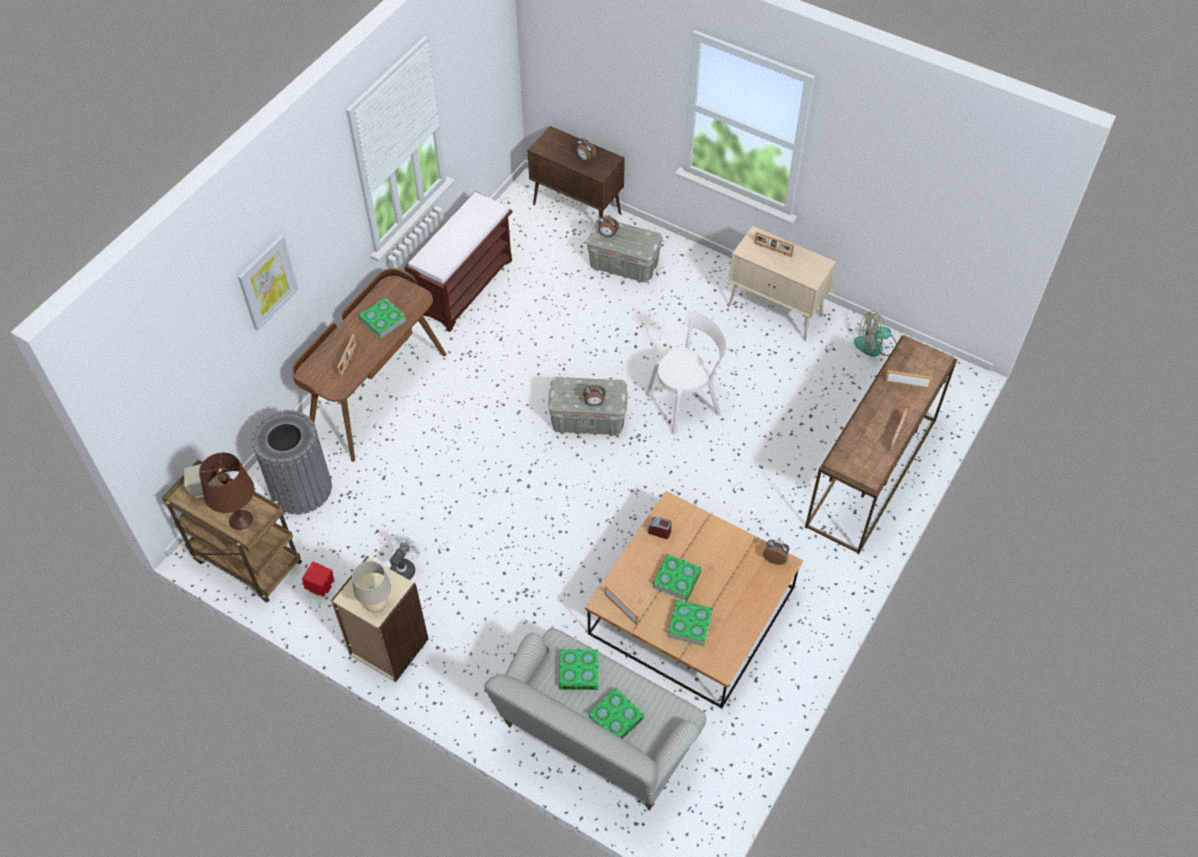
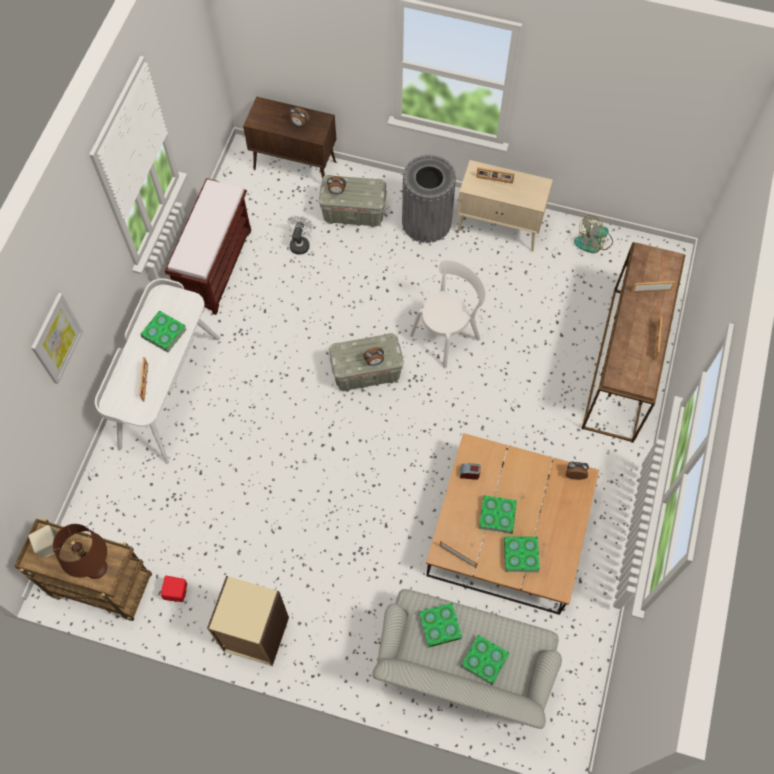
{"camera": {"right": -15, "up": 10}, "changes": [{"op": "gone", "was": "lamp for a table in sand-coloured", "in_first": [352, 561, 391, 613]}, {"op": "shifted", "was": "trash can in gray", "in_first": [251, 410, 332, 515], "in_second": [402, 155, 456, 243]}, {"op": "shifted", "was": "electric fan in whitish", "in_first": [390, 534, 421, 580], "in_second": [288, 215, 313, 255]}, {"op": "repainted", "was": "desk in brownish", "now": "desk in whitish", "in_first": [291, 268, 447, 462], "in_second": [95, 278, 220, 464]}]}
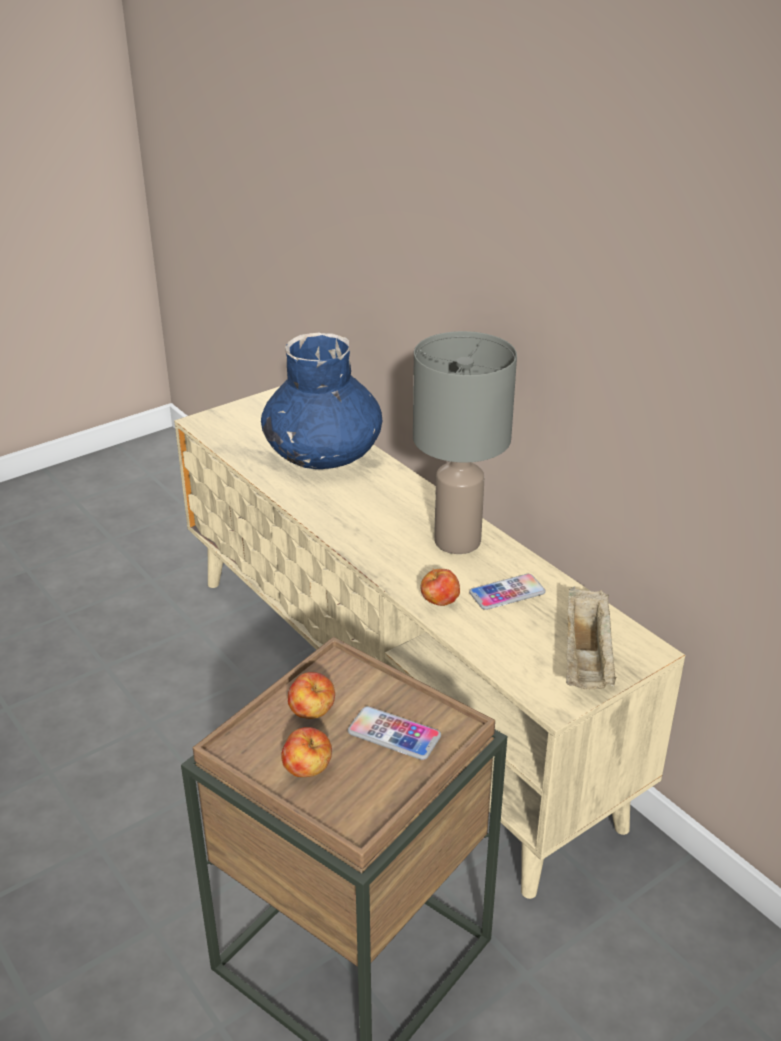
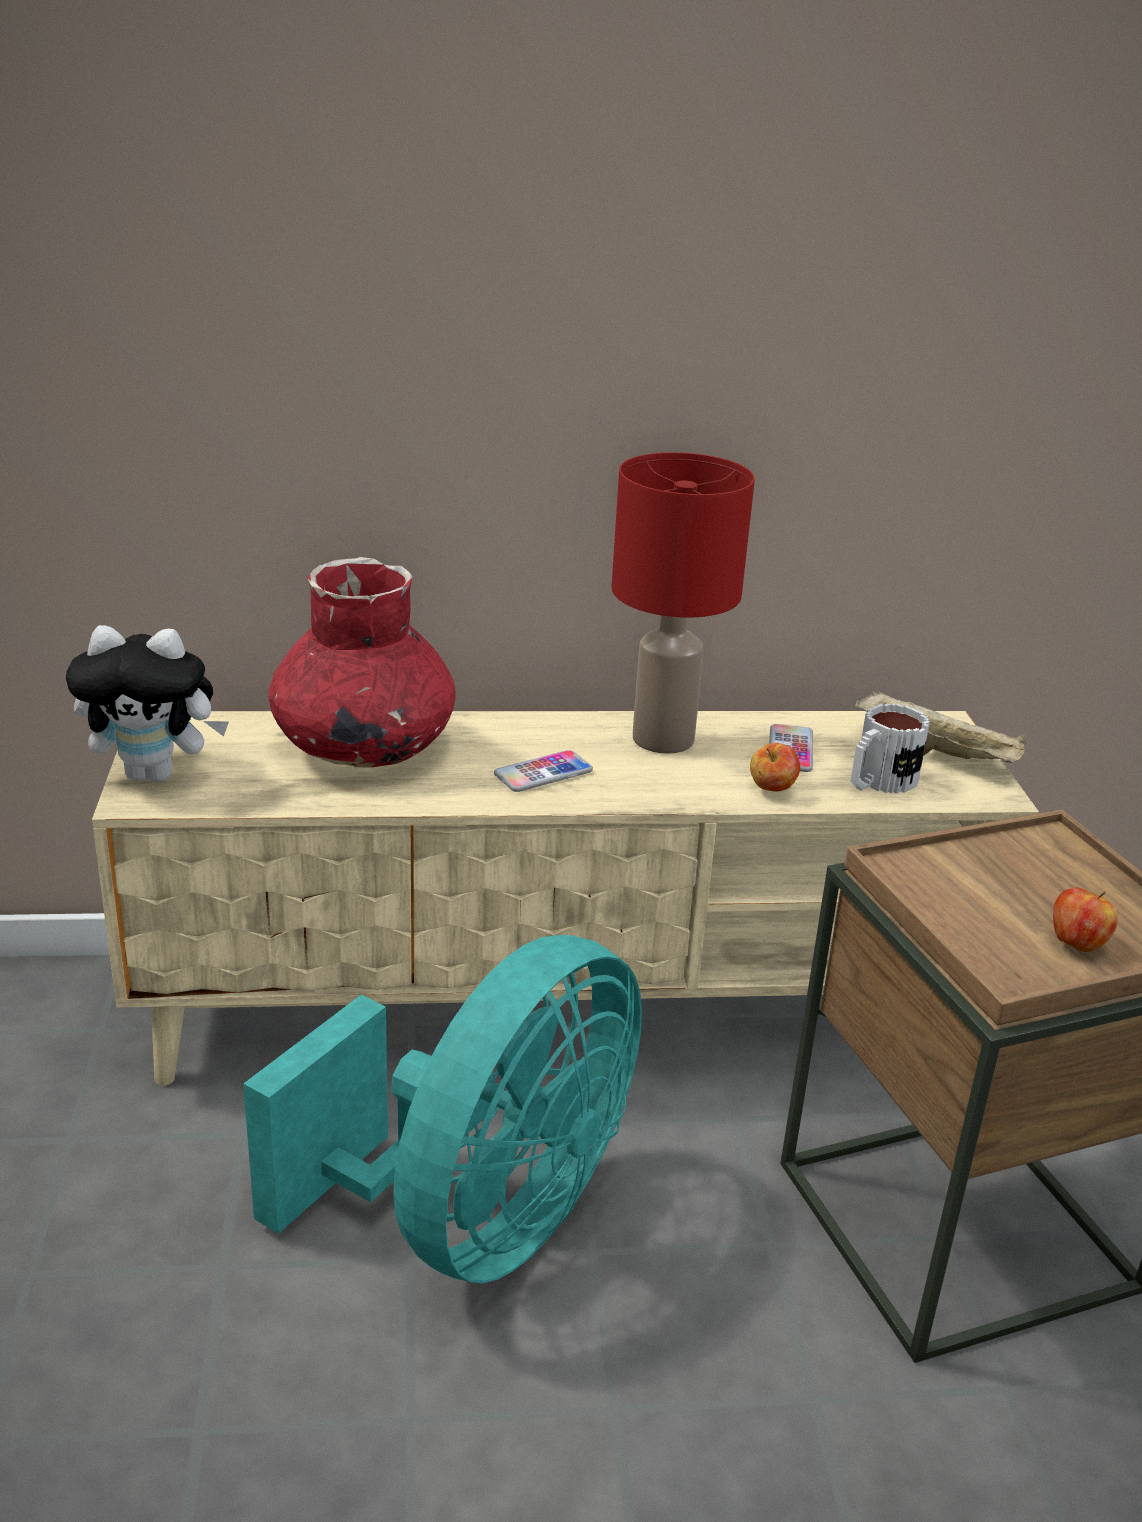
{"camera": {"right": -60, "up": -5}, "changes": [{"op": "gone", "was": "apple fruit", "in_first": [288, 672, 335, 719]}, {"op": "new", "now": "cuddly toy", "in_second": [66, 625, 229, 783]}, {"op": "new", "now": "electric fan in blue-green", "in_second": [243, 935, 642, 1283]}, {"op": "new", "now": "mug", "in_second": [850, 703, 930, 794]}, {"op": "shifted", "was": "telephone", "in_first": [348, 706, 441, 760], "in_second": [494, 750, 593, 792]}, {"op": "repainted", "was": "decorative vase in blue-coloured", "now": "decorative vase in reddish", "in_first": [261, 333, 383, 469], "in_second": [269, 557, 456, 767]}, {"op": "repainted", "was": "lamp for a table in gray", "now": "lamp for a table in reddish", "in_first": [413, 331, 517, 554], "in_second": [611, 452, 755, 754]}]}
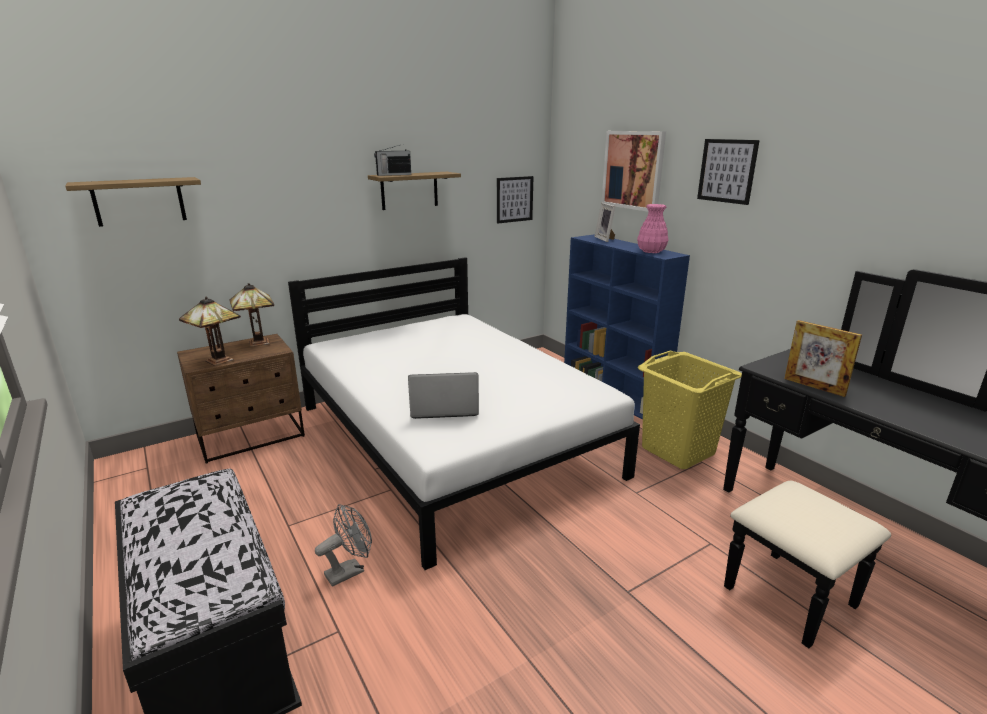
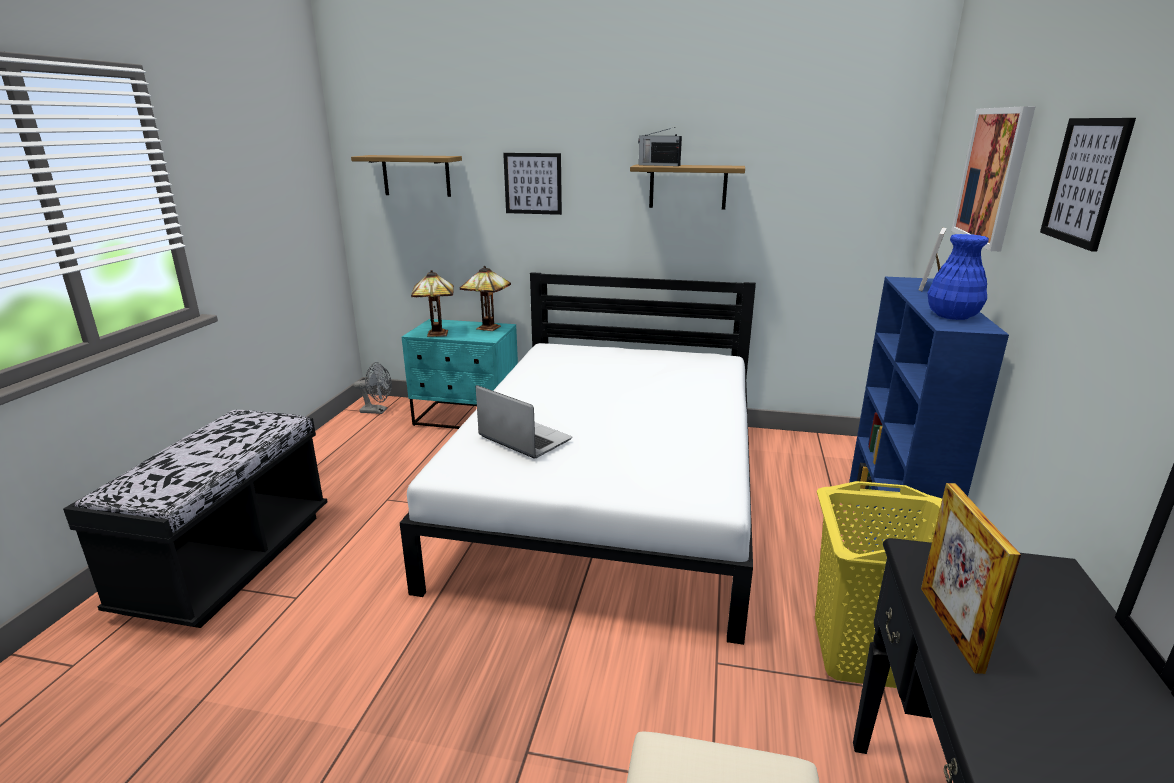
{"camera": {"right": 45, "up": 0}, "changes": [{"op": "shifted", "was": "electric fan in gray", "in_first": [315, 504, 372, 587], "in_second": [353, 362, 392, 414]}, {"op": "shifted", "was": "wall art", "in_first": [497, 176, 534, 224], "in_second": [503, 153, 562, 215]}, {"op": "repainted", "was": "night table in brownish", "now": "night table in blue-green", "in_first": [177, 334, 305, 463], "in_second": [402, 319, 518, 429]}, {"op": "repainted", "was": "decorative vase in pink", "now": "decorative vase in blue-coloured", "in_first": [637, 204, 668, 253], "in_second": [928, 234, 989, 320]}]}
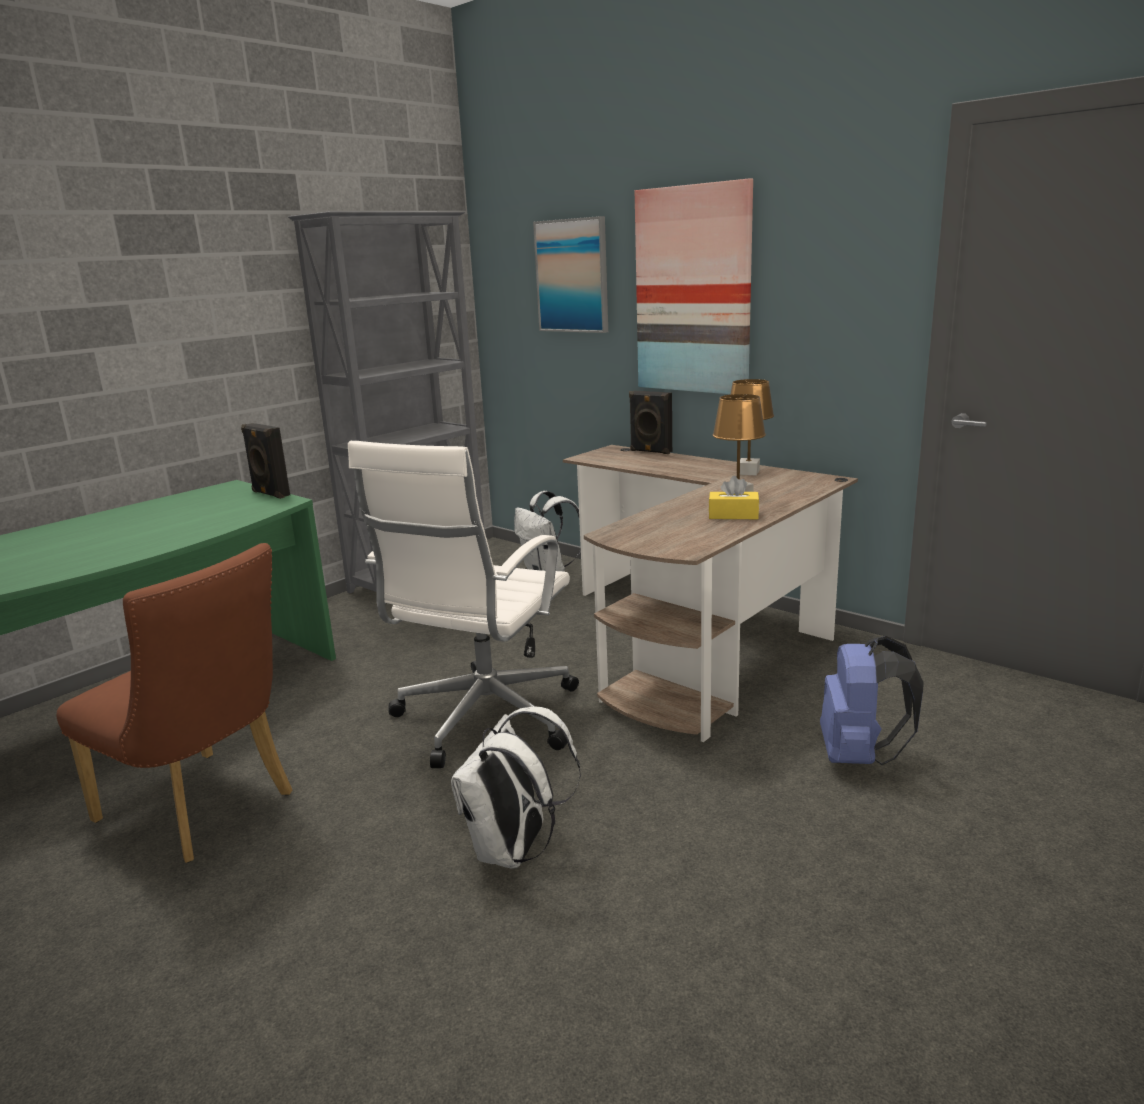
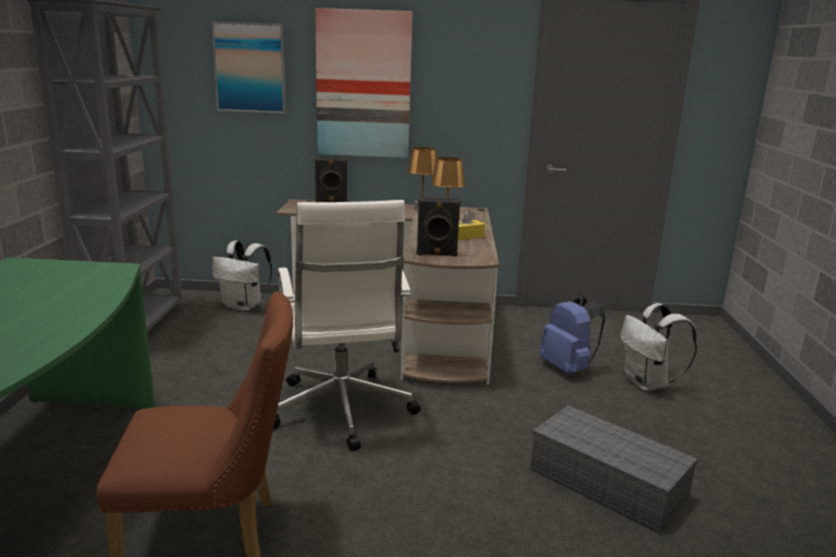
{"camera": {"right": -40, "up": 0}, "changes": [{"op": "new", "now": "storage bin in gray", "in_second": [530, 406, 698, 534]}, {"op": "shifted", "was": "speaker in black-coloured", "in_first": [241, 423, 290, 499], "in_second": [416, 197, 461, 256]}, {"op": "shifted", "was": "knapsack in whitish", "in_first": [451, 706, 581, 869], "in_second": [621, 303, 697, 391]}]}
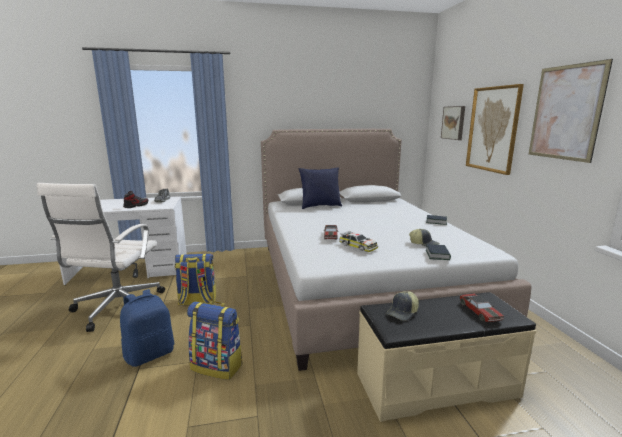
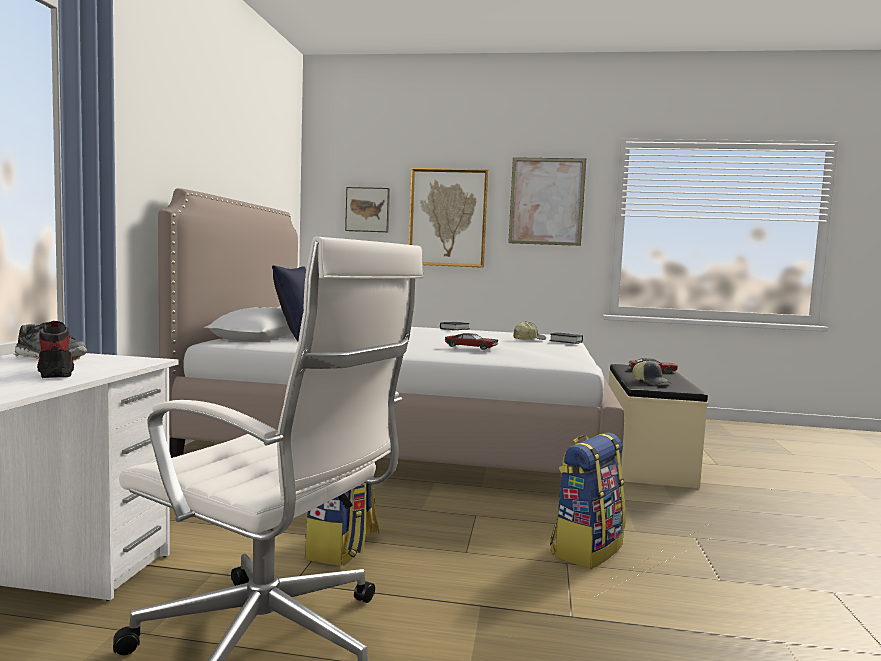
{"camera": {"right": -70, "up": -10}, "changes": [{"op": "gone", "was": "knapsack in blue-coloured", "in_first": [120, 289, 174, 367]}, {"op": "gone", "was": "toy car", "in_first": [340, 231, 378, 252]}]}
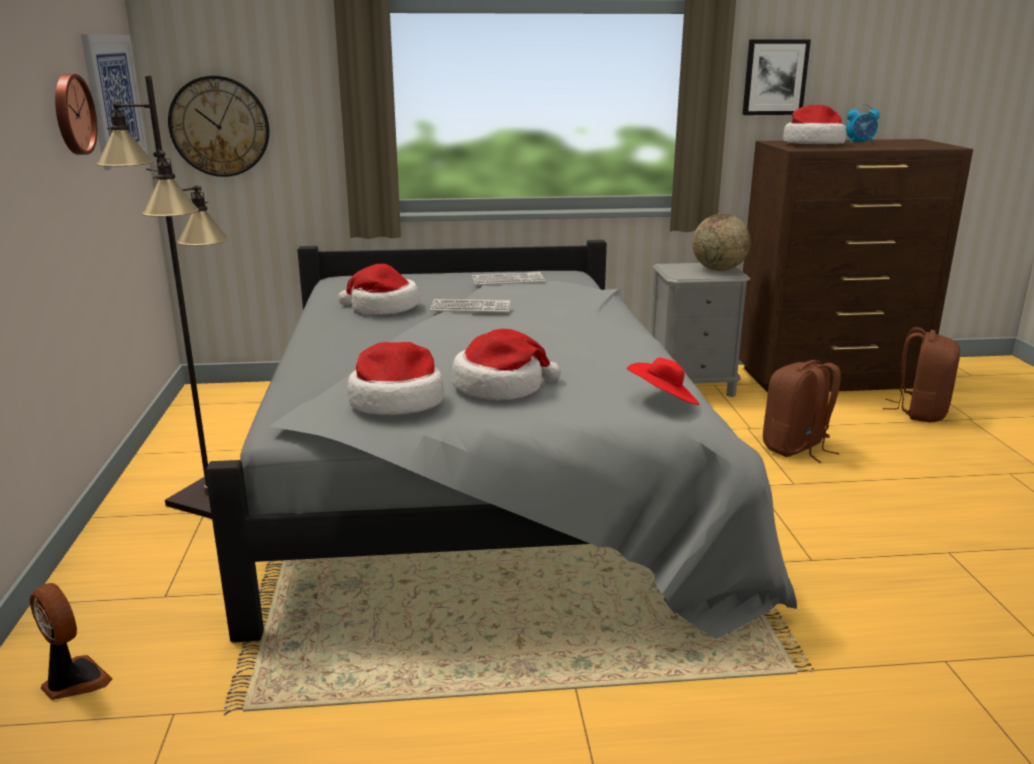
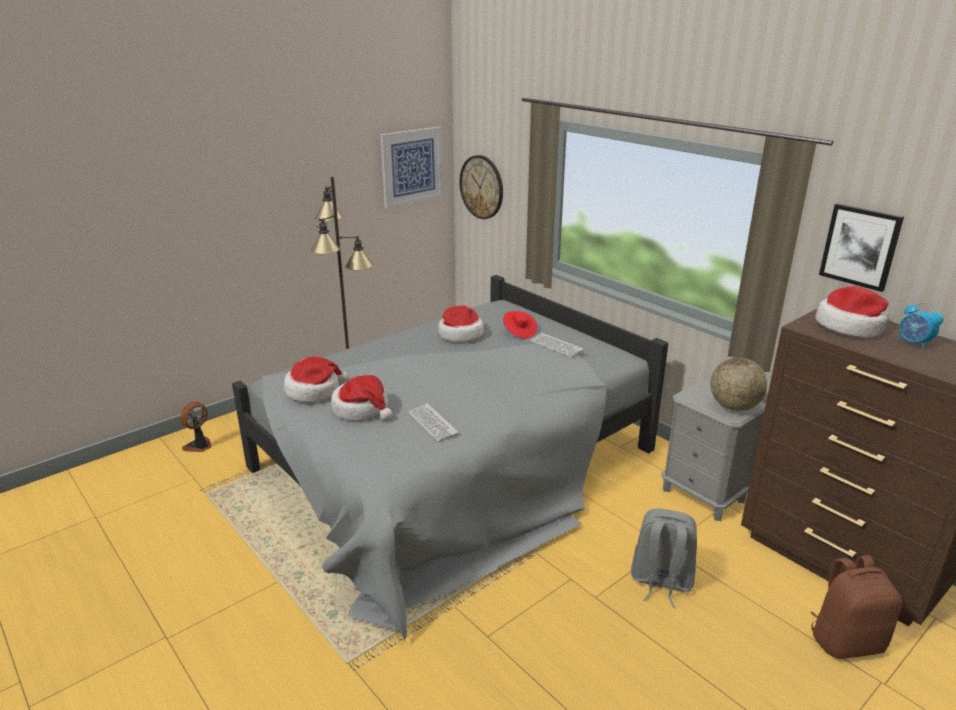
{"camera": {"right": 55, "up": 5}, "changes": [{"op": "gone", "was": "wall clock", "in_first": [55, 74, 97, 155]}, {"op": "shifted", "was": "computer keyboard", "in_first": [430, 299, 511, 312], "in_second": [408, 404, 459, 442]}, {"op": "shifted", "was": "clothing hat in reddish", "in_first": [627, 358, 699, 405], "in_second": [503, 311, 537, 339]}, {"op": "repainted", "was": "knapsack in brownish", "now": "knapsack in gray", "in_first": [763, 360, 841, 463], "in_second": [631, 508, 697, 608]}, {"op": "rotated", "was": "electric fan", "in_first": [30, 583, 113, 700], "in_second": [180, 401, 212, 452], "clockwise": -150}]}
